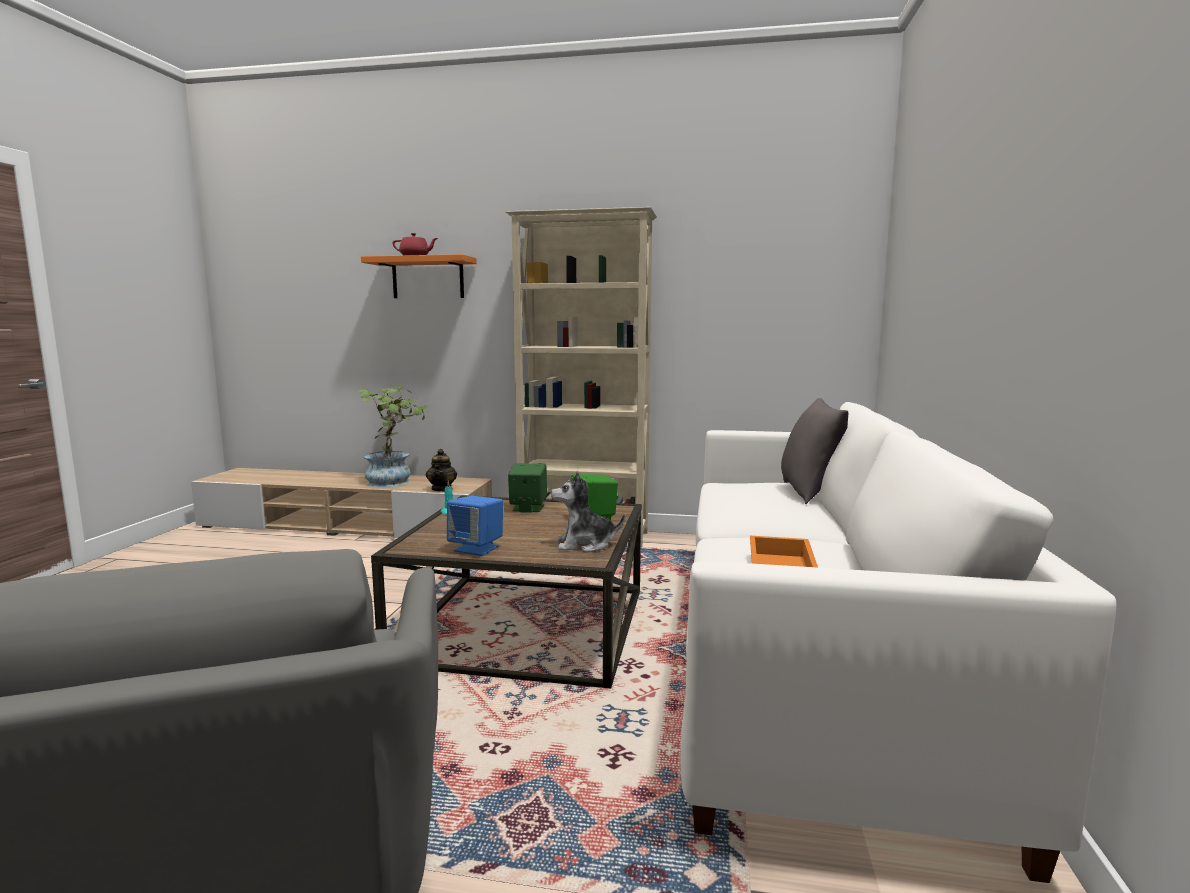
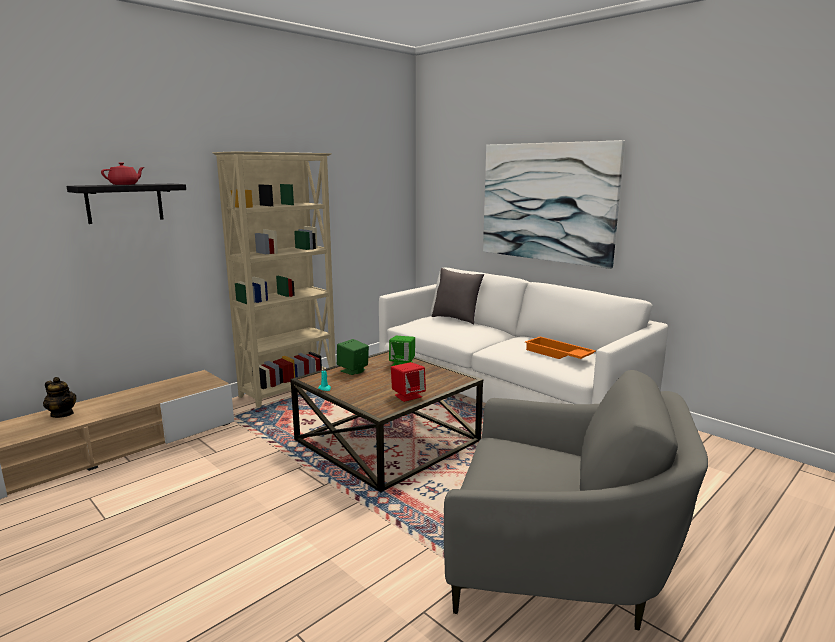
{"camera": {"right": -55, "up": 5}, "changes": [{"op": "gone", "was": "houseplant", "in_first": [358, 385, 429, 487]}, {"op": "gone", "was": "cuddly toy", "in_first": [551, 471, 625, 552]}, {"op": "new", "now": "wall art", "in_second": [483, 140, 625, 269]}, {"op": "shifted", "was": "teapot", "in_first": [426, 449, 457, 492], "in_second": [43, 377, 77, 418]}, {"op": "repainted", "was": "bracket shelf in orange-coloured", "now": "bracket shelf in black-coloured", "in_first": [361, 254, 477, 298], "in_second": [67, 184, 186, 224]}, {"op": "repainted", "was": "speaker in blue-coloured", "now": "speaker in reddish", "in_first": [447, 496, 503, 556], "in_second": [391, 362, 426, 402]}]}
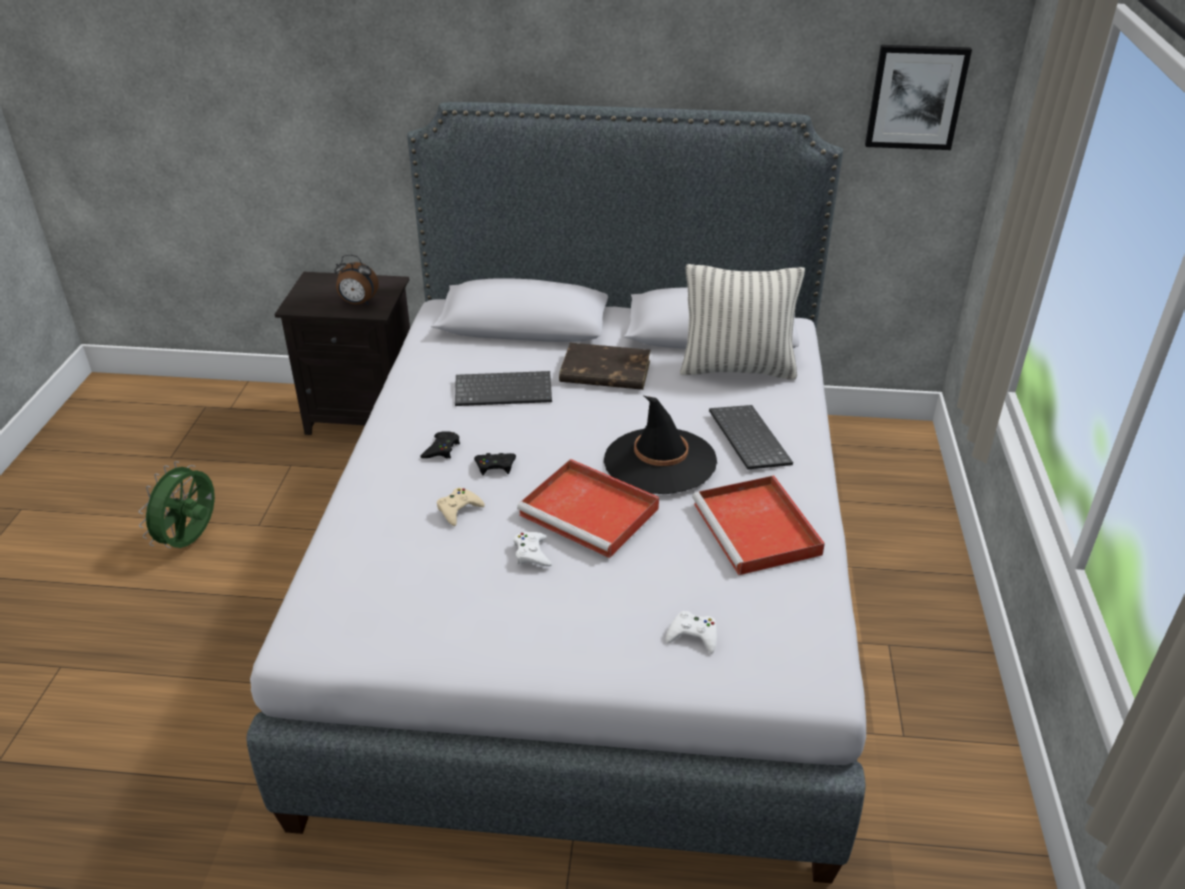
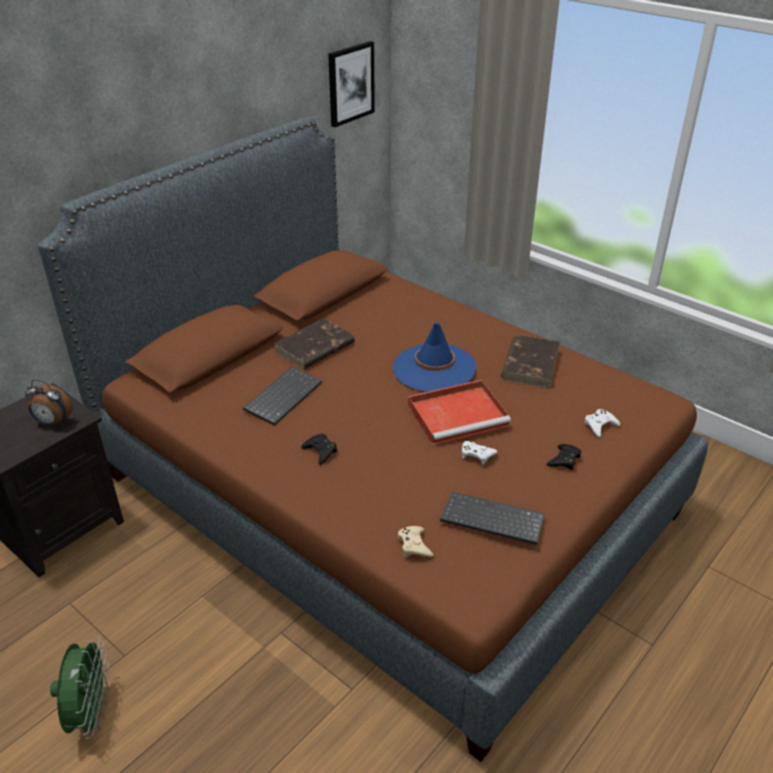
{"camera": {"right": -55, "up": 0}, "changes": [{"op": "gone", "was": "pillow", "in_first": [680, 264, 805, 380]}, {"op": "shifted", "was": "gamepad in sand-coloured", "in_first": [437, 488, 485, 526], "in_second": [398, 526, 434, 557]}, {"op": "shifted", "was": "gamepad in black-coloured", "in_first": [474, 453, 516, 475], "in_second": [547, 444, 581, 470]}, {"op": "shifted", "was": "computer keyboard", "in_first": [709, 405, 793, 470], "in_second": [440, 492, 545, 545]}, {"op": "swapped", "was": "serving tray in reddish", "now": "bound book in brownish", "in_first": [692, 475, 825, 575], "in_second": [501, 335, 560, 389]}, {"op": "repainted", "was": "sleeping bed in gray", "now": "sleeping bed in brownish", "in_first": [246, 102, 866, 884], "in_second": [38, 116, 708, 762]}, {"op": "repainted", "was": "clothing hat in black-coloured", "now": "clothing hat in blue-coloured", "in_first": [604, 396, 717, 494], "in_second": [393, 322, 476, 392]}, {"op": "rotated", "was": "electric fan in greenish", "in_first": [139, 461, 215, 548], "in_second": [50, 637, 109, 739], "clockwise": -150}, {"op": "rotated", "was": "bedside clock", "in_first": [334, 254, 379, 305], "in_second": [25, 380, 73, 426], "clockwise": 60}]}
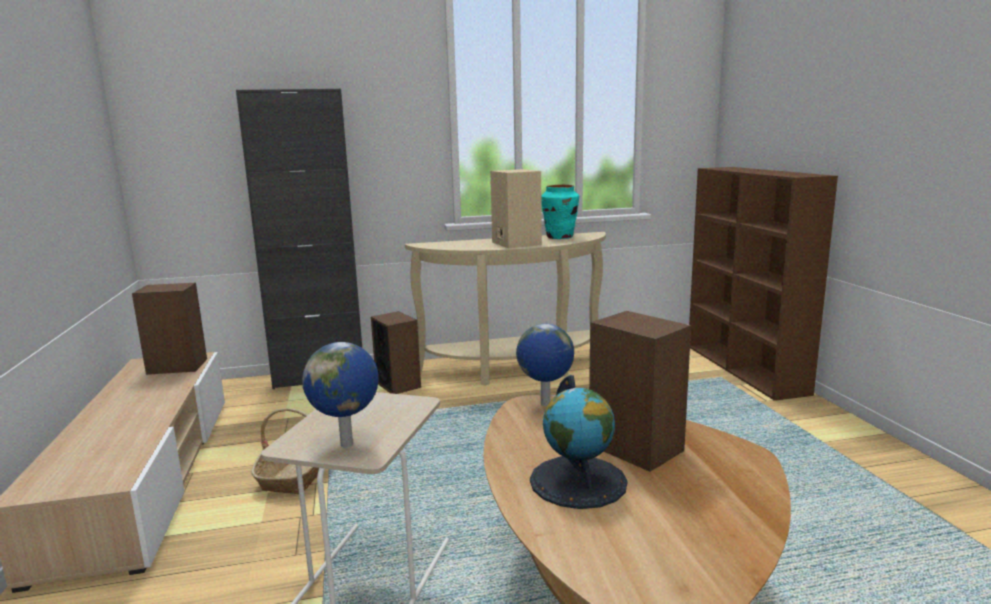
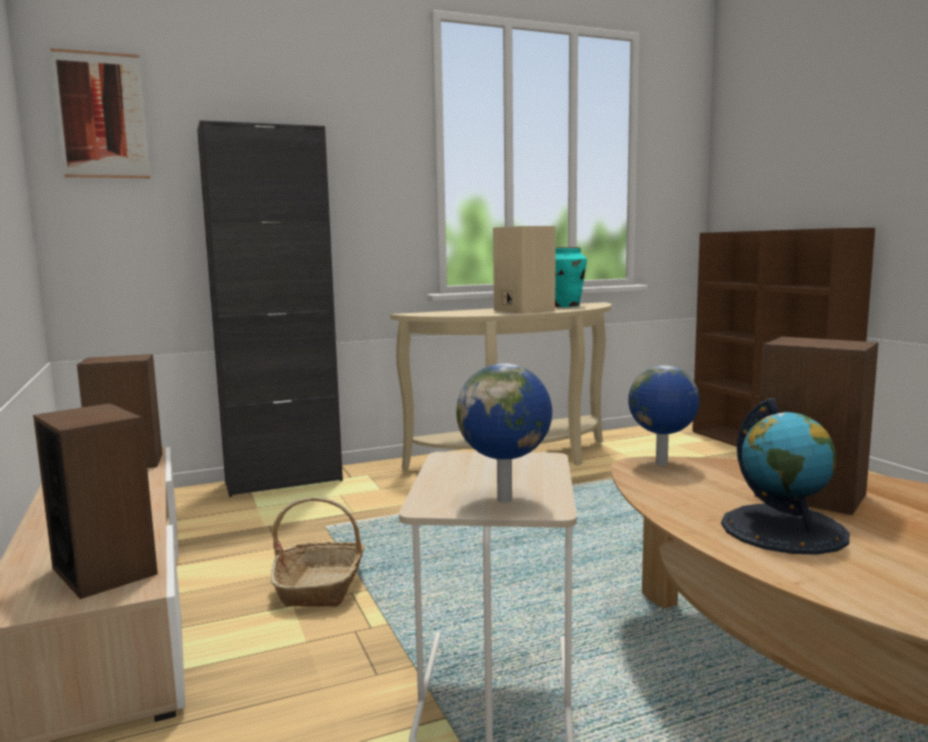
{"camera": {"right": -10, "up": -5}, "changes": [{"op": "new", "now": "wall art", "in_second": [50, 48, 150, 178]}, {"op": "shifted", "was": "speaker", "in_first": [371, 311, 421, 394], "in_second": [33, 403, 158, 599]}]}
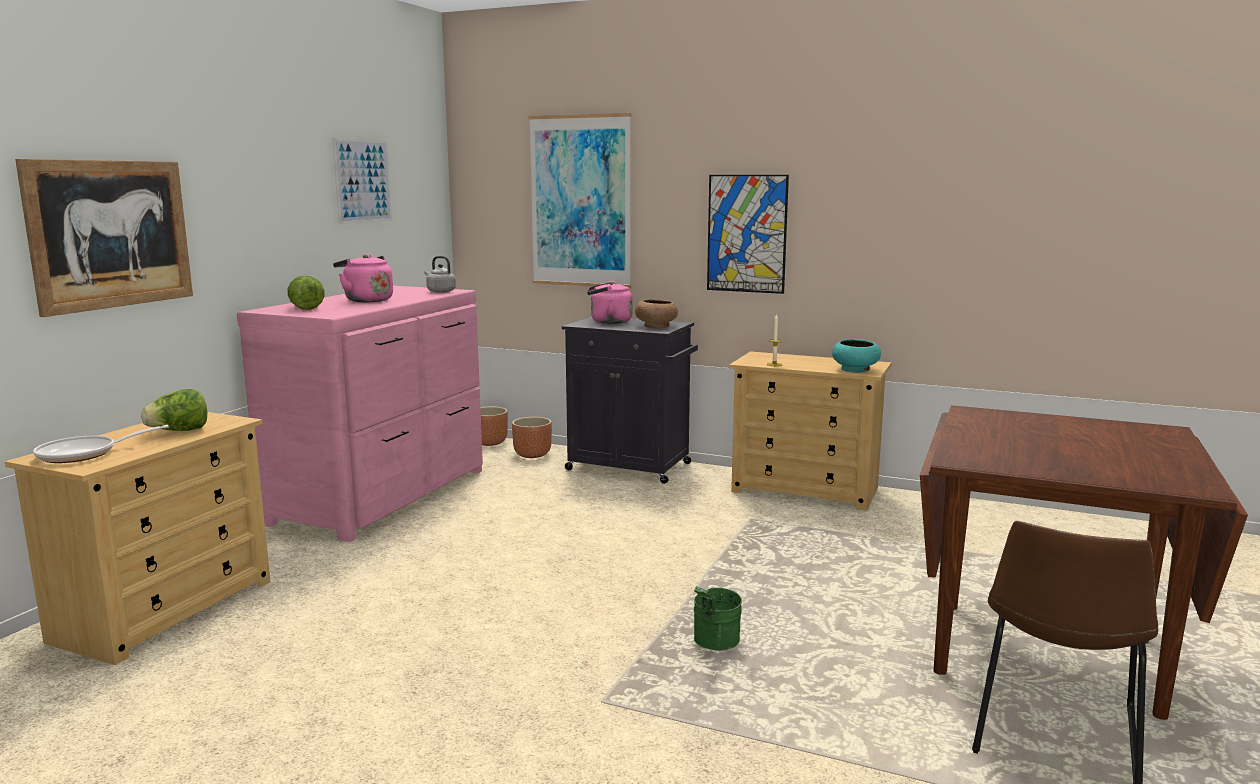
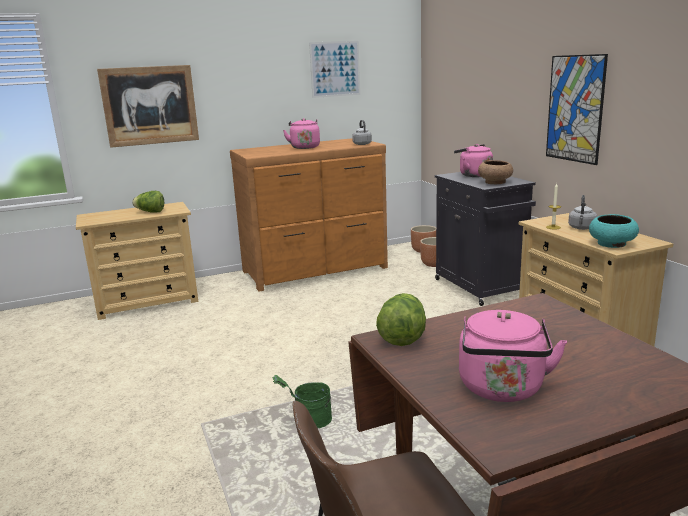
{"camera": {"right": 45, "up": 5}, "changes": [{"op": "gone", "was": "skillet", "in_first": [33, 425, 169, 463]}, {"op": "gone", "was": "wall art", "in_first": [529, 113, 631, 288]}, {"op": "new", "now": "water kettle in pink", "in_second": [459, 310, 567, 402]}, {"op": "new", "now": "water kettle in gray", "in_second": [568, 195, 598, 230]}, {"op": "shifted", "was": "head of lettuce", "in_first": [288, 276, 324, 310], "in_second": [376, 293, 426, 346]}, {"op": "repainted", "was": "drawer chest in pink", "now": "drawer chest in brownish", "in_first": [237, 286, 483, 542], "in_second": [230, 138, 388, 292]}]}
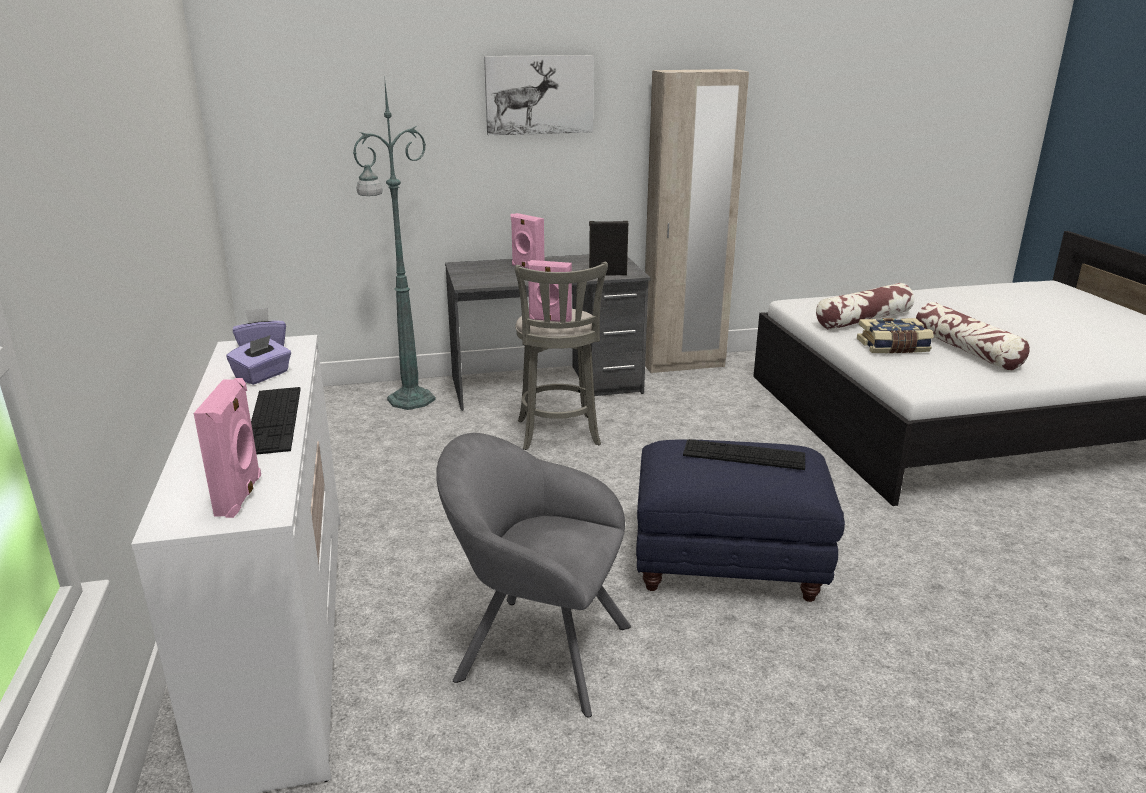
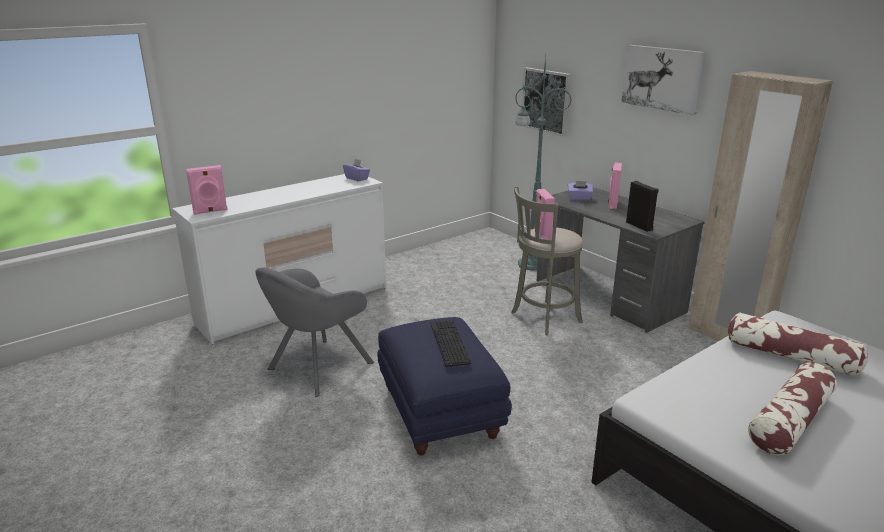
{"camera": {"right": 65, "up": 0}, "changes": [{"op": "gone", "was": "computer keyboard", "in_first": [251, 387, 301, 454]}, {"op": "gone", "was": "bound book", "in_first": [857, 318, 934, 353]}, {"op": "new", "now": "wall art", "in_second": [522, 68, 571, 137]}, {"op": "shifted", "was": "tissue box in purple", "in_first": [226, 335, 291, 385], "in_second": [568, 181, 593, 200]}, {"op": "rotated", "was": "armchair in gray", "in_first": [436, 433, 631, 717], "in_second": [255, 268, 374, 397], "clockwise": -135}]}
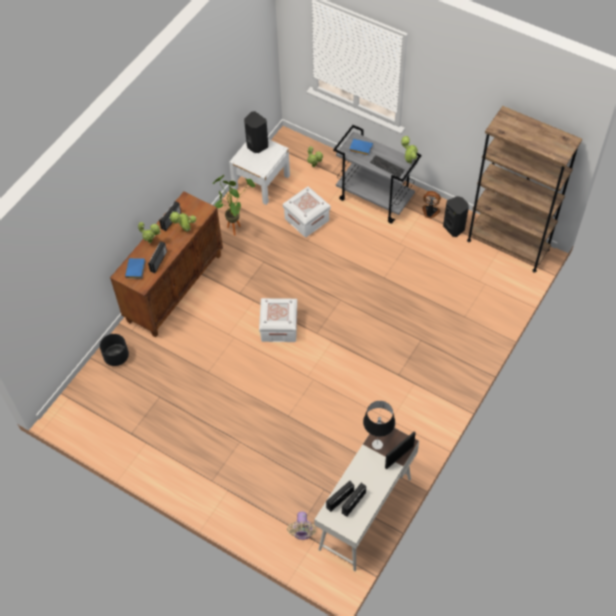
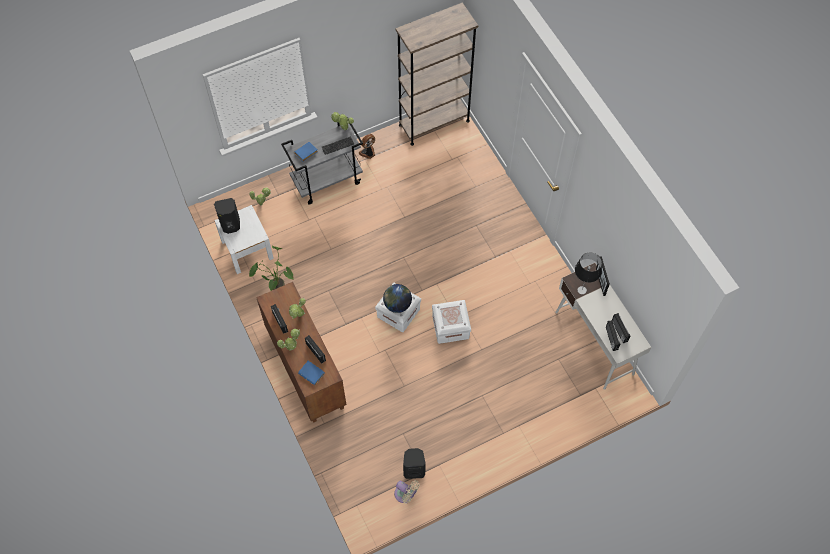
{"camera": {"right": -60, "up": 5}, "changes": [{"op": "gone", "was": "planter in black-coloured", "in_first": [100, 334, 129, 366]}, {"op": "new", "now": "desk globe", "in_second": [383, 284, 412, 313]}, {"op": "shifted", "was": "storage bin in whitish", "in_first": [283, 186, 331, 237], "in_second": [432, 300, 471, 344]}, {"op": "shifted", "was": "electric fan in sand-coloured", "in_first": [287, 511, 316, 540], "in_second": [394, 480, 420, 503]}, {"op": "shifted", "was": "speaker in black-coloured", "in_first": [443, 196, 469, 237], "in_second": [403, 448, 426, 479]}]}
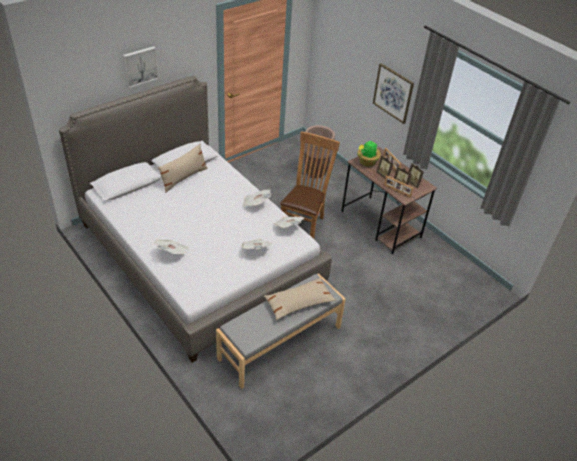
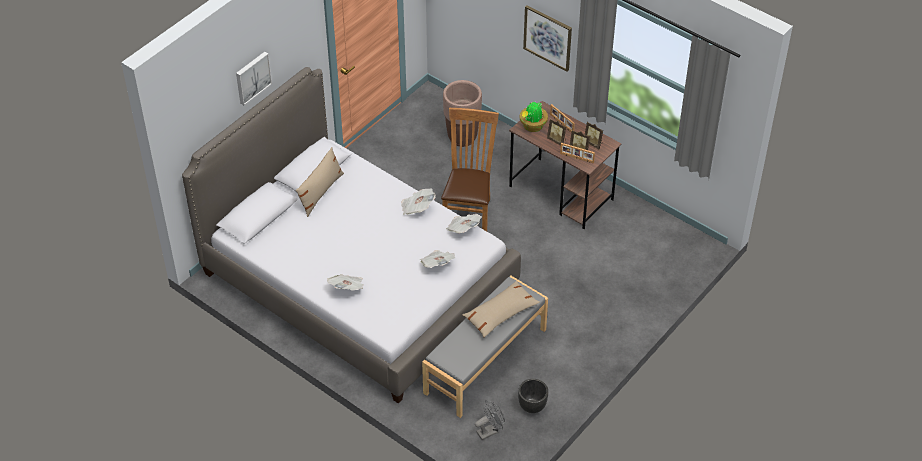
{"camera": {"right": -10, "up": 5}, "changes": [{"op": "new", "now": "electric fan in gray", "in_second": [475, 400, 505, 440]}, {"op": "new", "now": "planter in black-coloured", "in_second": [518, 379, 548, 413]}]}
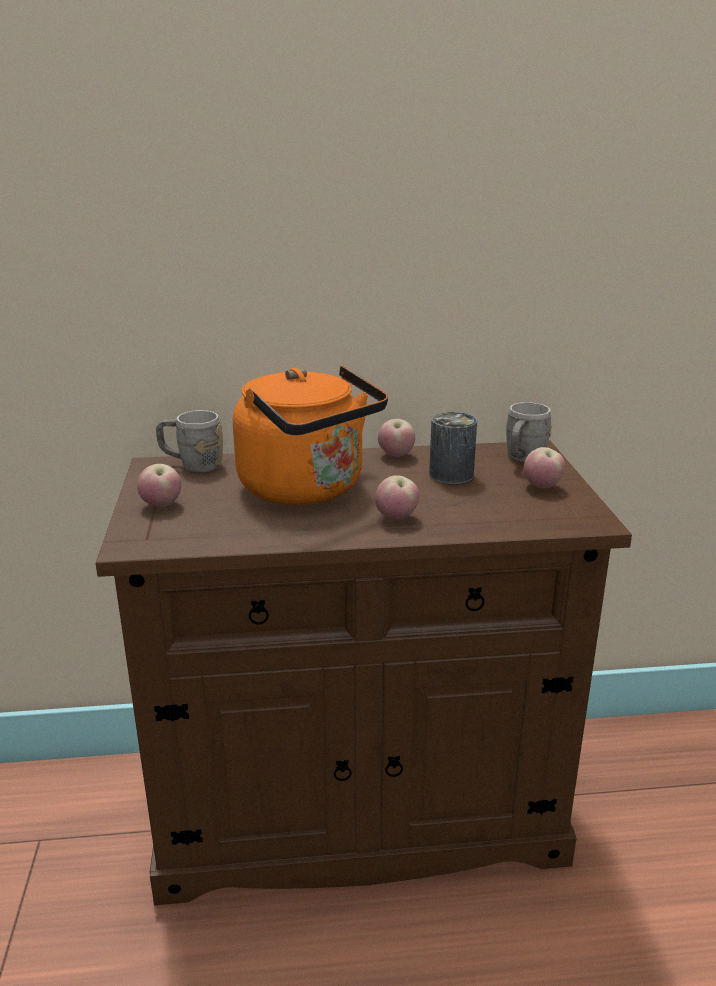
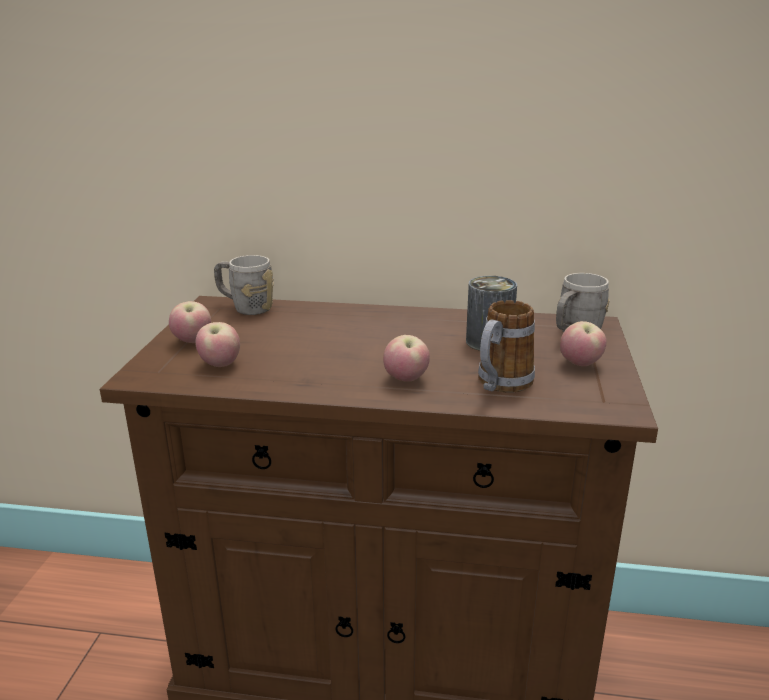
{"camera": {"right": 15, "up": 0}, "changes": [{"op": "gone", "was": "water kettle in orange-coloured", "in_first": [233, 366, 388, 505]}, {"op": "new", "now": "mug", "in_second": [478, 300, 535, 393]}, {"op": "shifted", "was": "apple fruit", "in_first": [378, 419, 415, 457], "in_second": [195, 322, 240, 367]}]}
